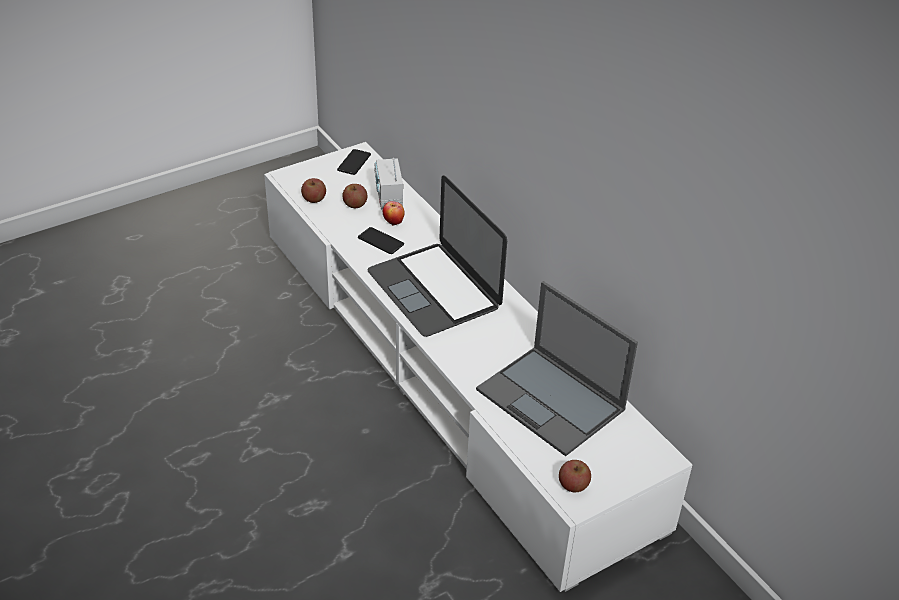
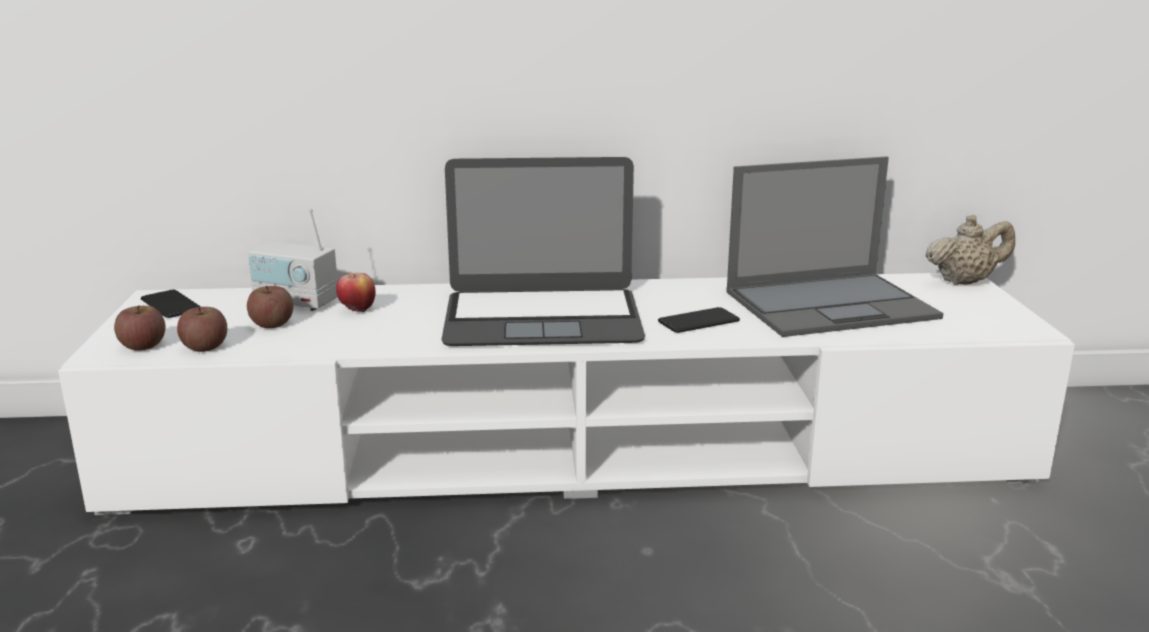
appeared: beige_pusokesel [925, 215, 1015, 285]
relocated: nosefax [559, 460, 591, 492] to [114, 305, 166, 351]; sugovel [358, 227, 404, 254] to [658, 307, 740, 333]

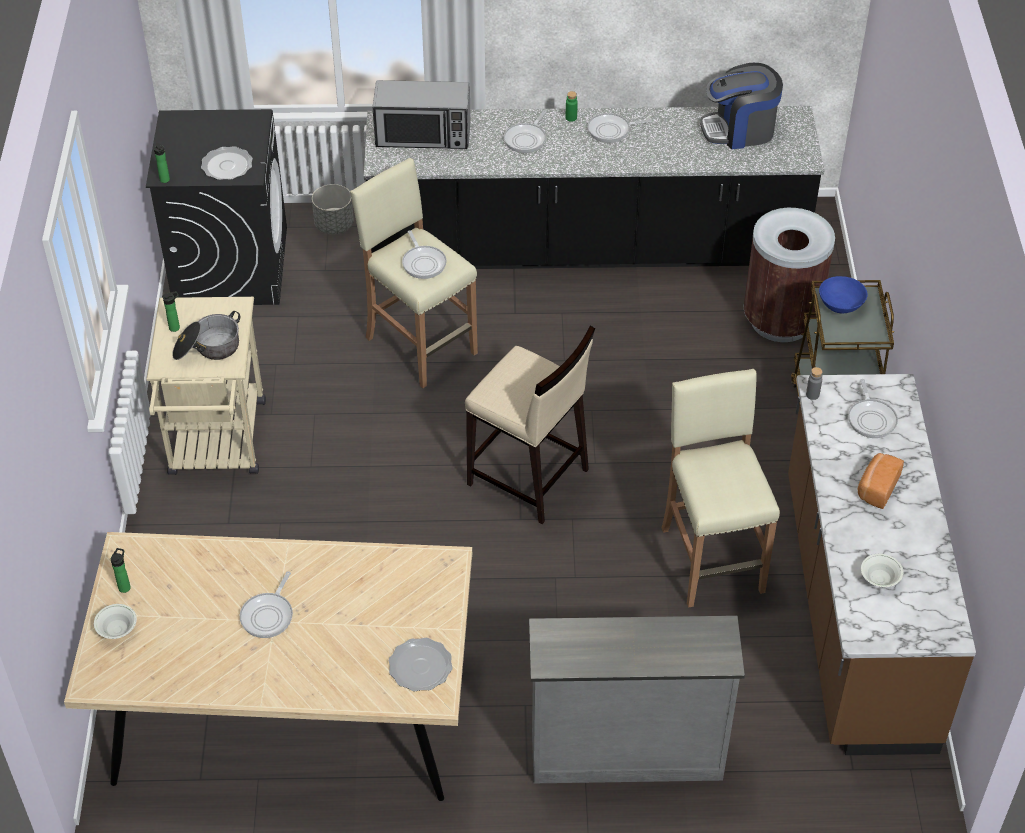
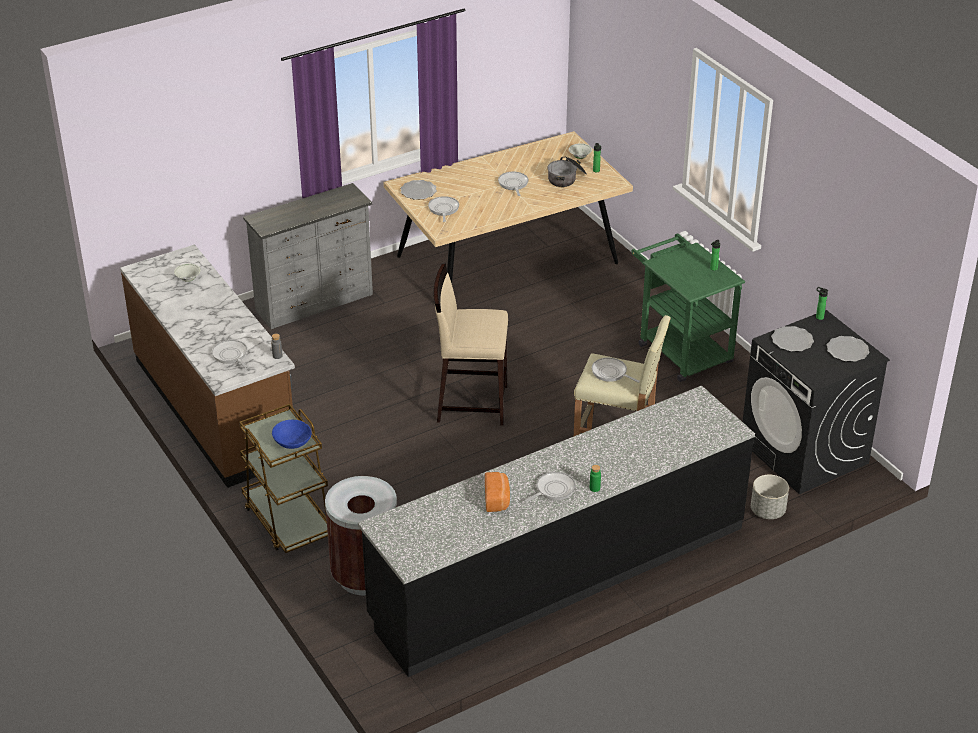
missing: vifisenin [372, 80, 471, 149]; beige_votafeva [662, 369, 780, 608]; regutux [700, 63, 783, 149]
appeared: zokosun [827, 336, 870, 362]
relocated: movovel [504, 111, 546, 153] to [428, 196, 459, 222]; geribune [857, 453, 904, 509] to [485, 472, 510, 512]; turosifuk [172, 311, 240, 360] to [548, 156, 587, 187]
colour: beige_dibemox [146, 297, 266, 475] to green_dibemox [631, 233, 745, 382]

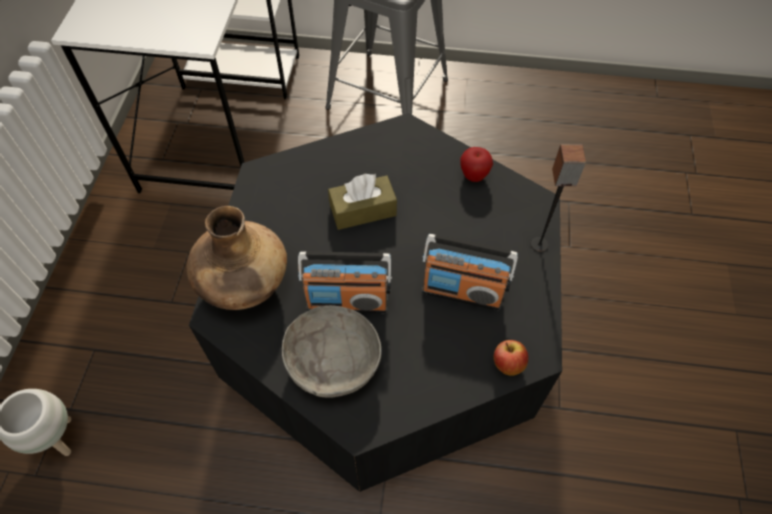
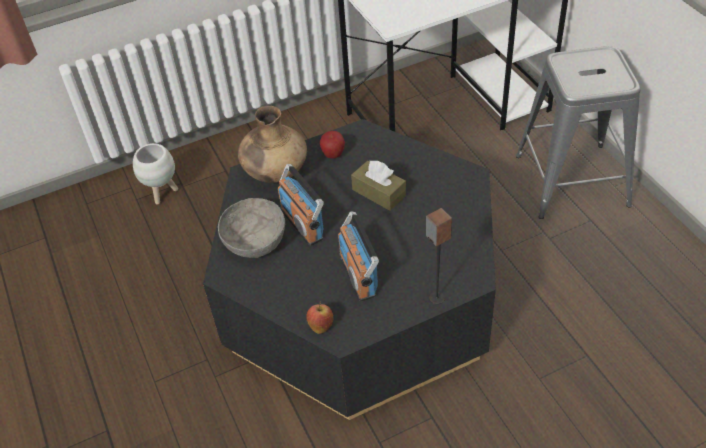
relocated: nosefax [460, 147, 493, 182] to [320, 131, 345, 159]

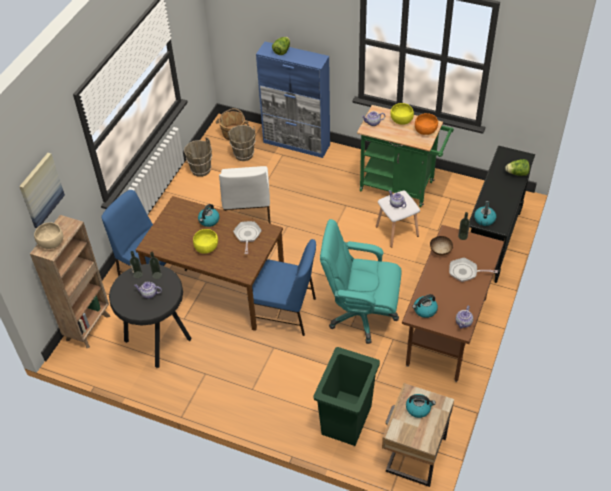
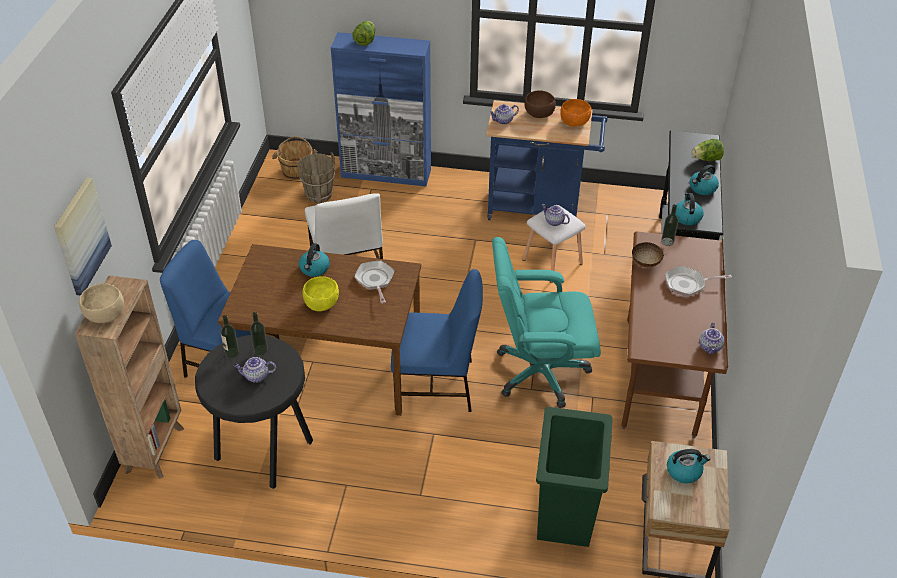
missing: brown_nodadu [184, 137, 212, 177]
relocated: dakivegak [412, 294, 438, 318] to [690, 165, 719, 195]
colour: green_dibemox [357, 105, 454, 207] to blue_dibemox [486, 100, 607, 220]; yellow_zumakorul [390, 103, 414, 125] to brown_zumakorul [524, 90, 556, 118]

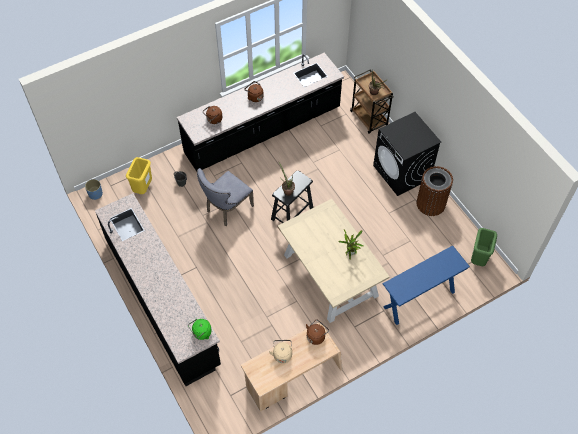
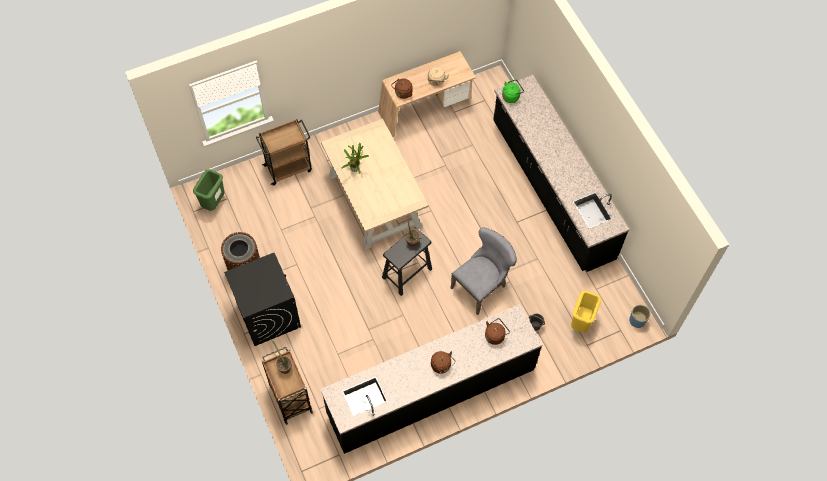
exchanged: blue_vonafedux [382, 245, 470, 325] to brown_dibemox [256, 119, 312, 186]

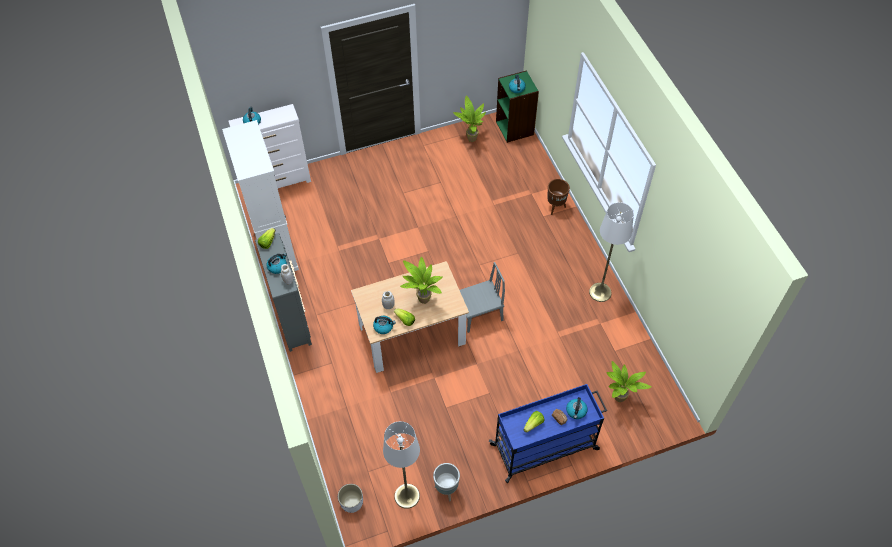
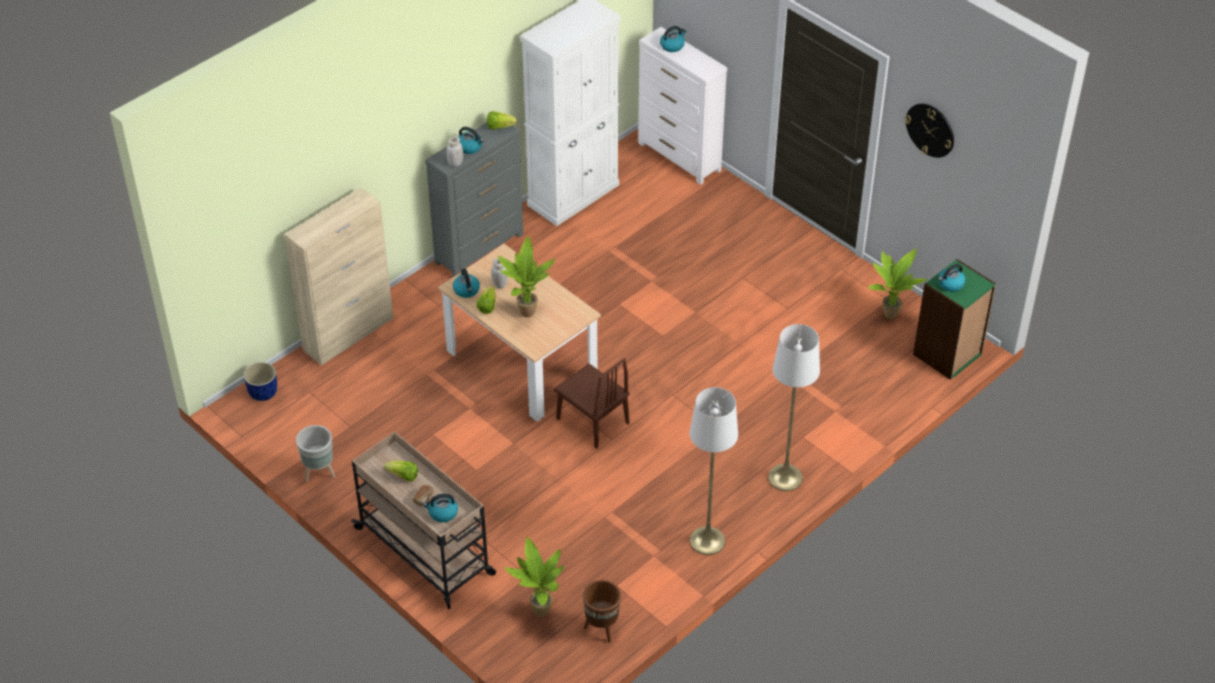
appeared: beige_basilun [284, 188, 393, 365]; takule [905, 103, 954, 158]
relocated: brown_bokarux [547, 179, 570, 215] to [583, 580, 621, 643]; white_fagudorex [383, 421, 420, 509] to [768, 324, 820, 491]
colour: white_bokarux [338, 484, 363, 513] to blue_bokarux [244, 362, 277, 401]; blue_dibemox [489, 384, 607, 483] to beige_dibemox [351, 431, 496, 609]; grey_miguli [460, 262, 505, 333] to brown_miguli [554, 358, 630, 449]

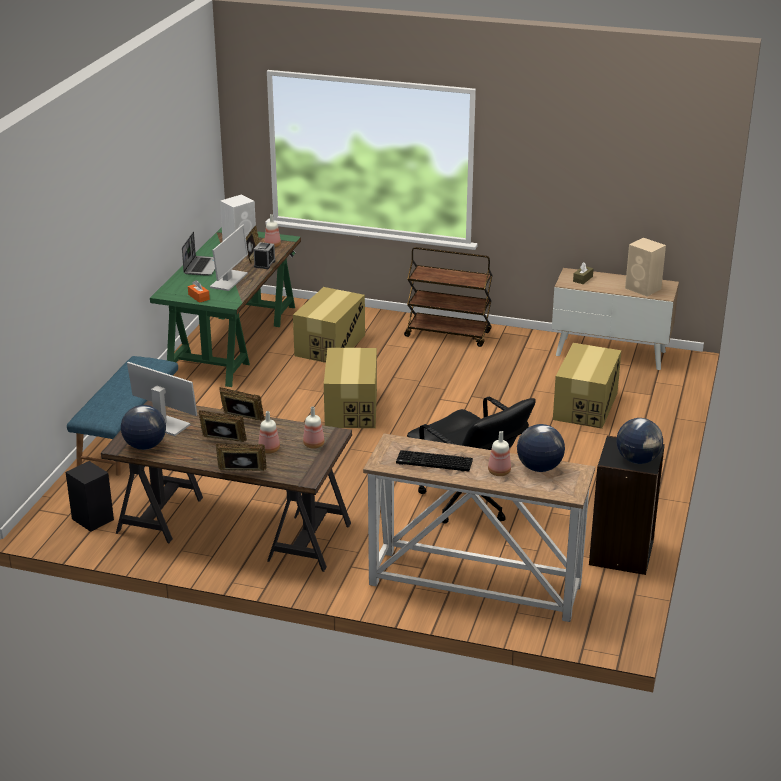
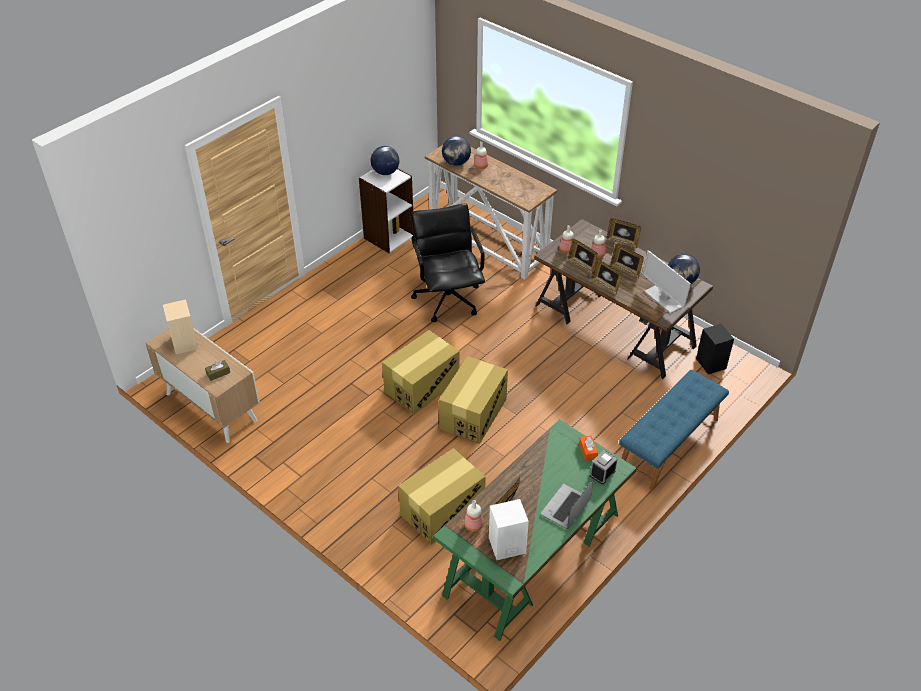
missing: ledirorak [210, 225, 248, 291]; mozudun [396, 450, 473, 471]; brown_dibemox [404, 247, 493, 347]
appeared: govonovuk [568, 239, 598, 274]
relocated: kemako [553, 343, 621, 429] to [382, 330, 460, 414]; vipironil [254, 242, 275, 269] to [590, 450, 617, 484]
colour: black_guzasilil [589, 435, 665, 575] to white_guzasilil [359, 168, 414, 253]

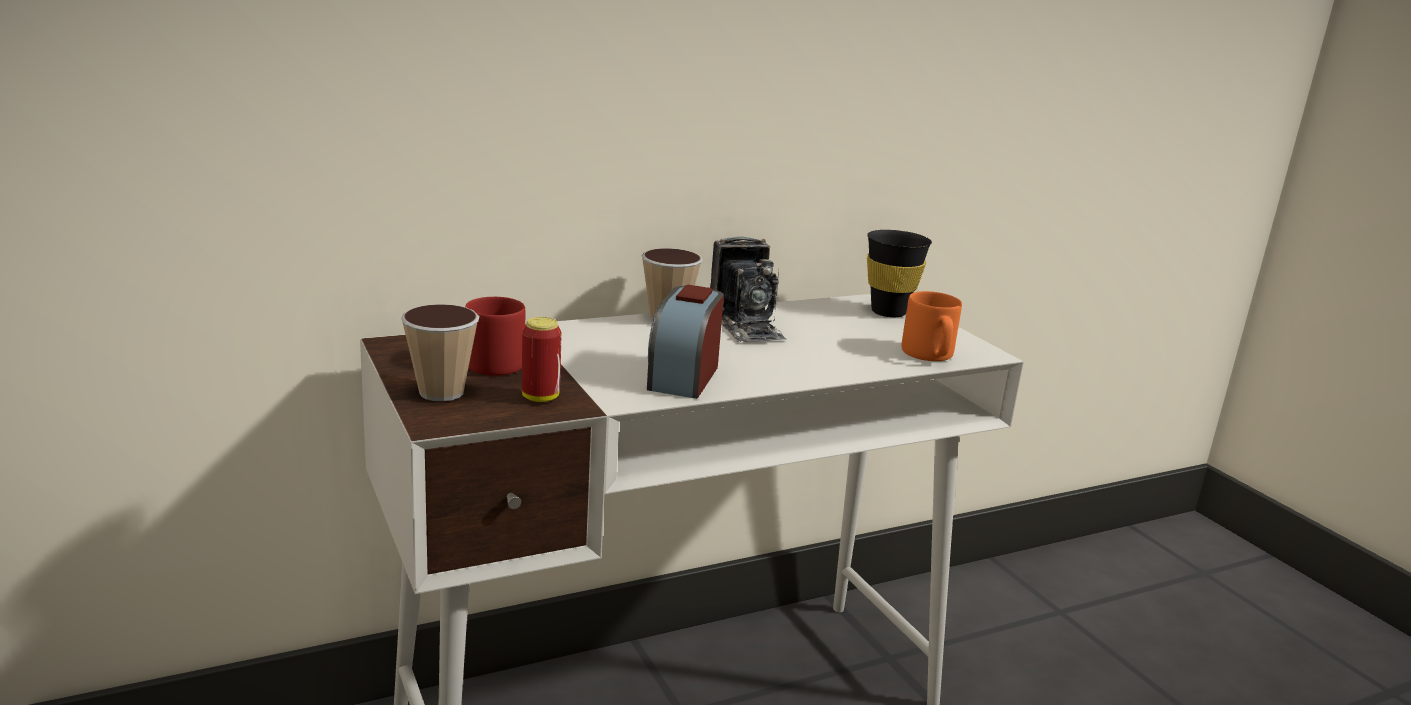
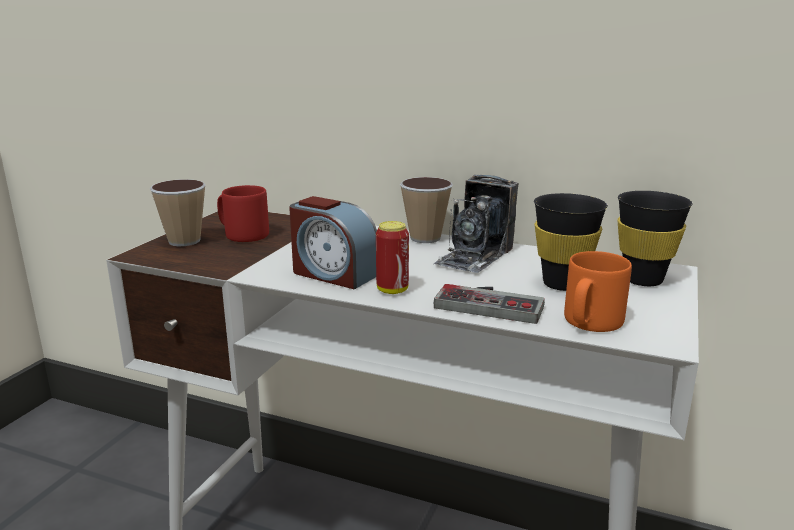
appeared: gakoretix [434, 284, 545, 324]; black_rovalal [534, 193, 608, 291]
relocated: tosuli [522, 317, 562, 402] to [376, 221, 409, 294]
spun: vipironil [647, 285, 724, 399] = [289, 196, 377, 289] 120 degrees counterclockwise

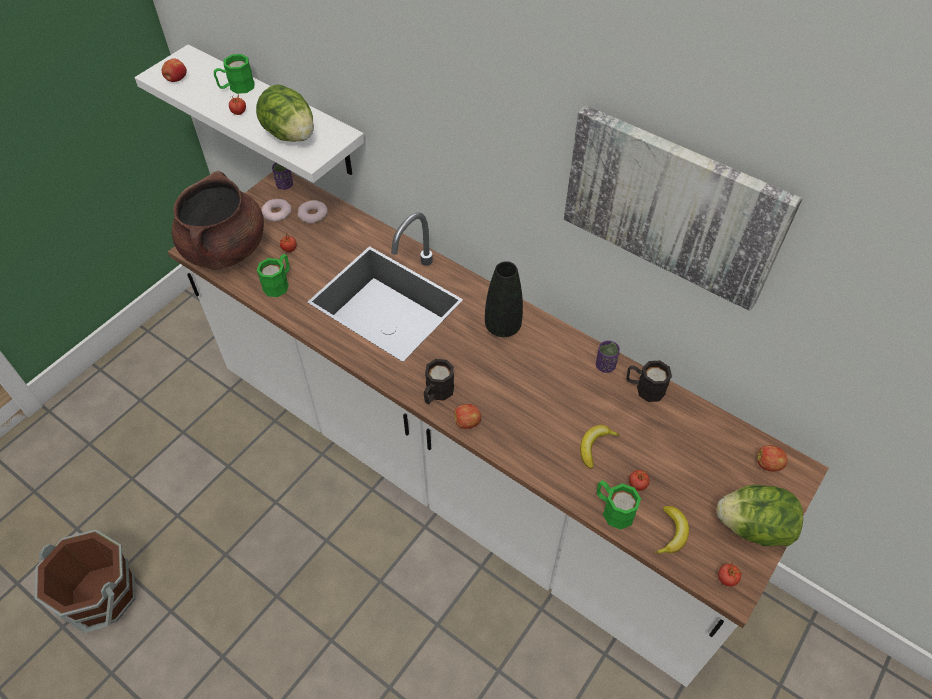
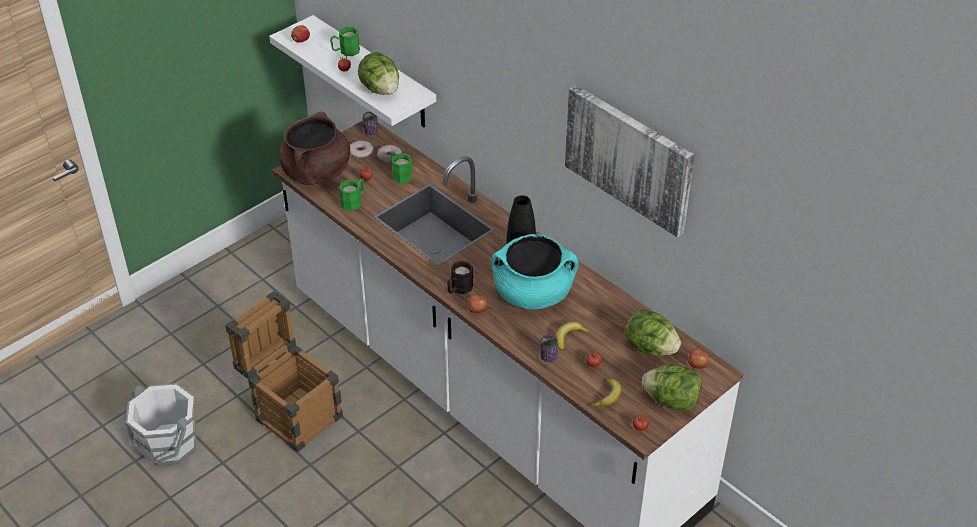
missing: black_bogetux [626, 361, 672, 402]
appeared: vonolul [225, 291, 343, 453]; turquoise_turosifuk [491, 234, 579, 309]; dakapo [625, 309, 681, 356]
relocated: green_bogetux [597, 480, 641, 530] to [391, 152, 412, 183]; purple_rovalal [596, 341, 620, 373] to [540, 335, 558, 362]
colour: brown_nodadu [35, 530, 136, 633] to white_nodadu [124, 383, 197, 465]

